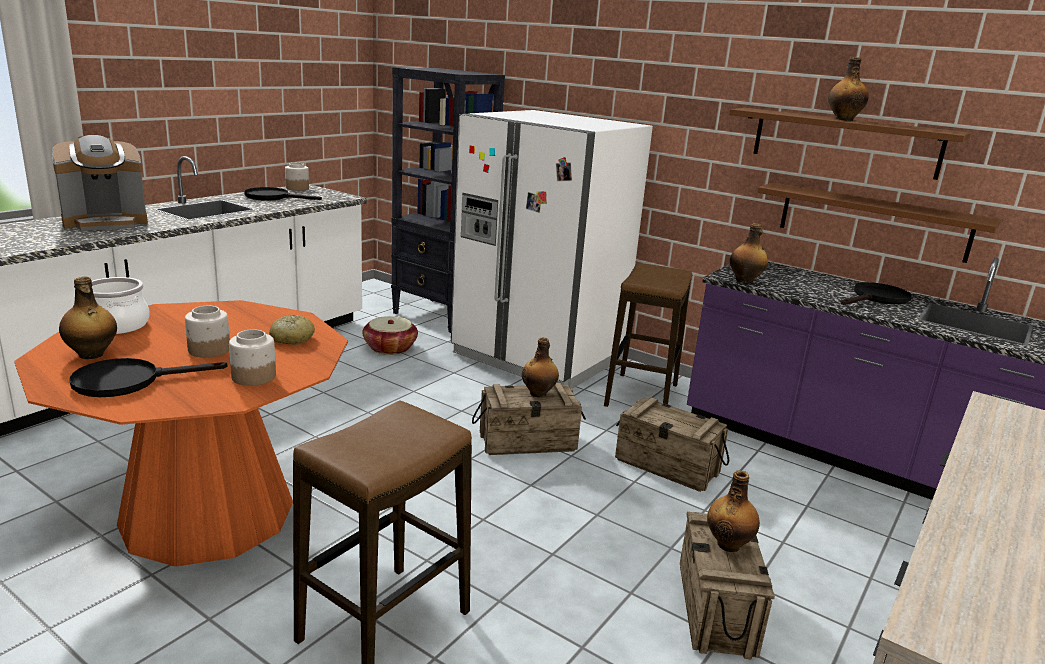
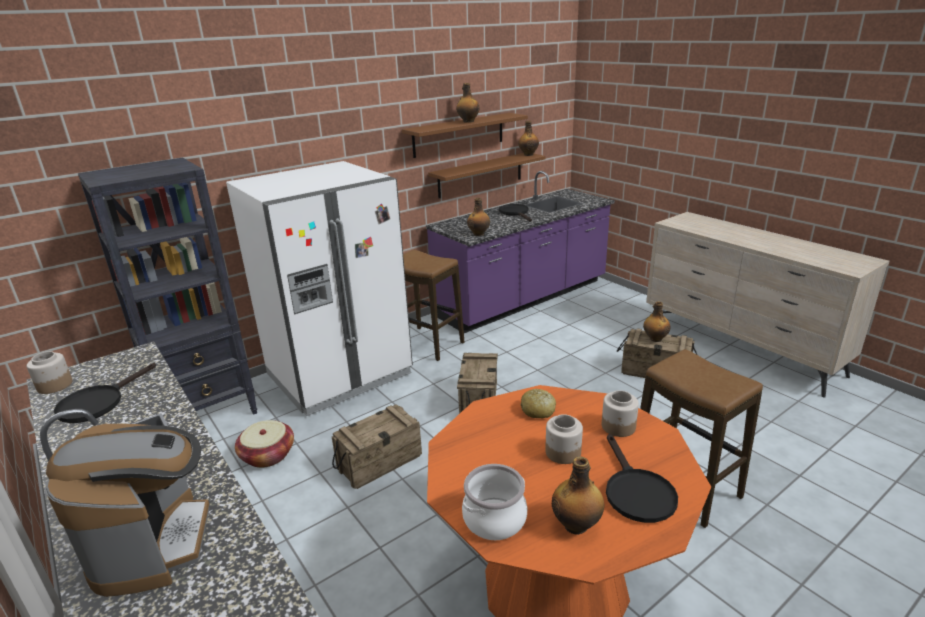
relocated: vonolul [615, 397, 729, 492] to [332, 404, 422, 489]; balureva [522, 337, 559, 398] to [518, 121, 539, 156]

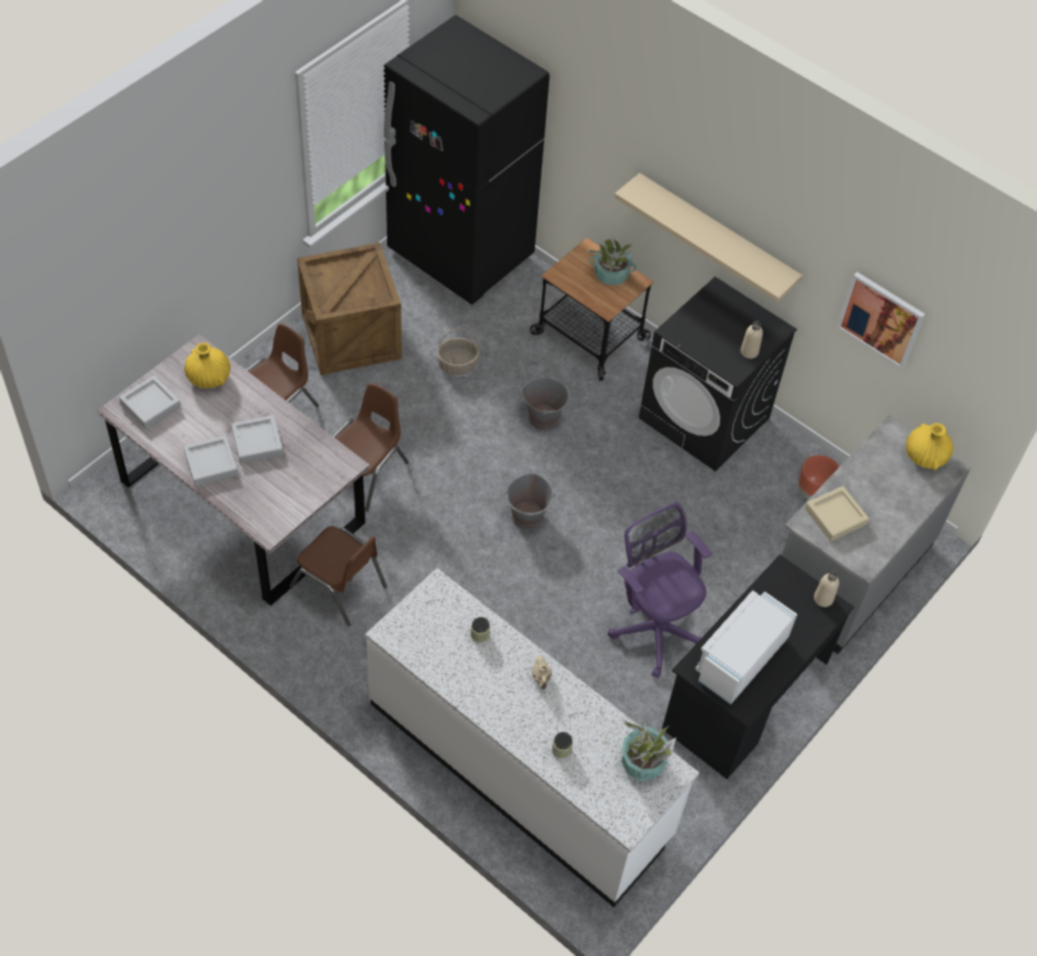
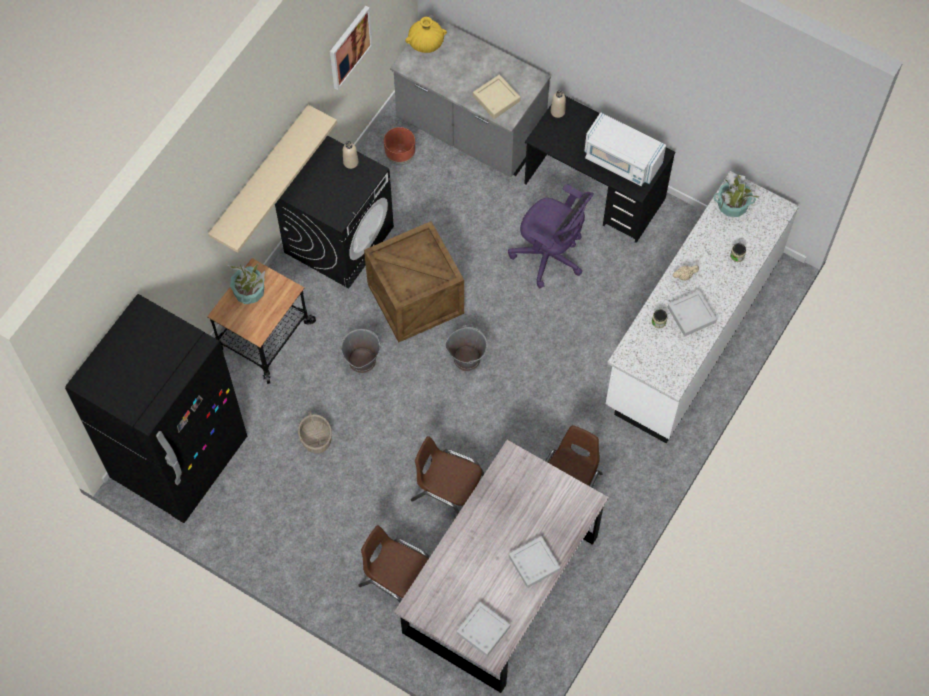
missing: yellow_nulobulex [184, 342, 230, 388]
relocated: vonolul [297, 242, 402, 375] to [364, 221, 464, 342]; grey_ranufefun [231, 415, 283, 463] to [668, 290, 717, 336]
spun: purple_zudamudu [608, 503, 712, 678] = [508, 184, 594, 288] 105 degrees counterclockwise

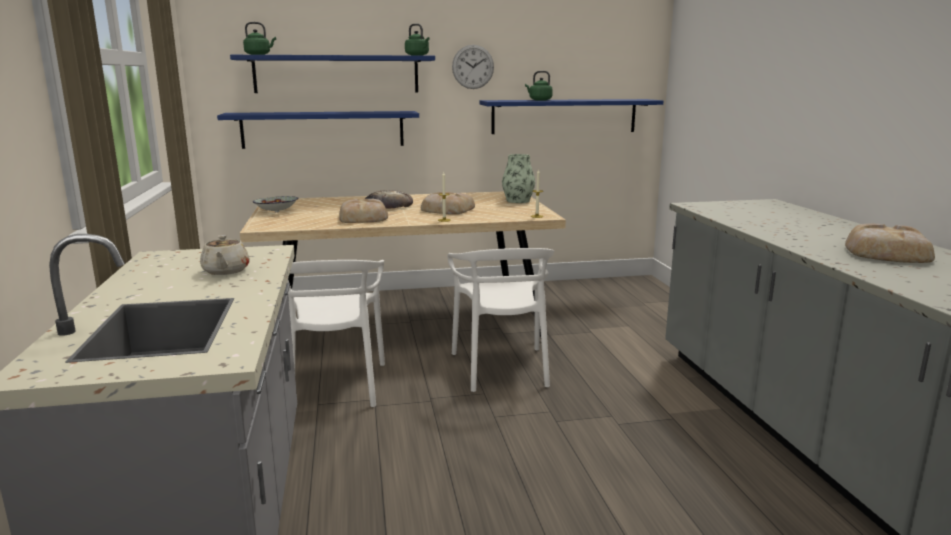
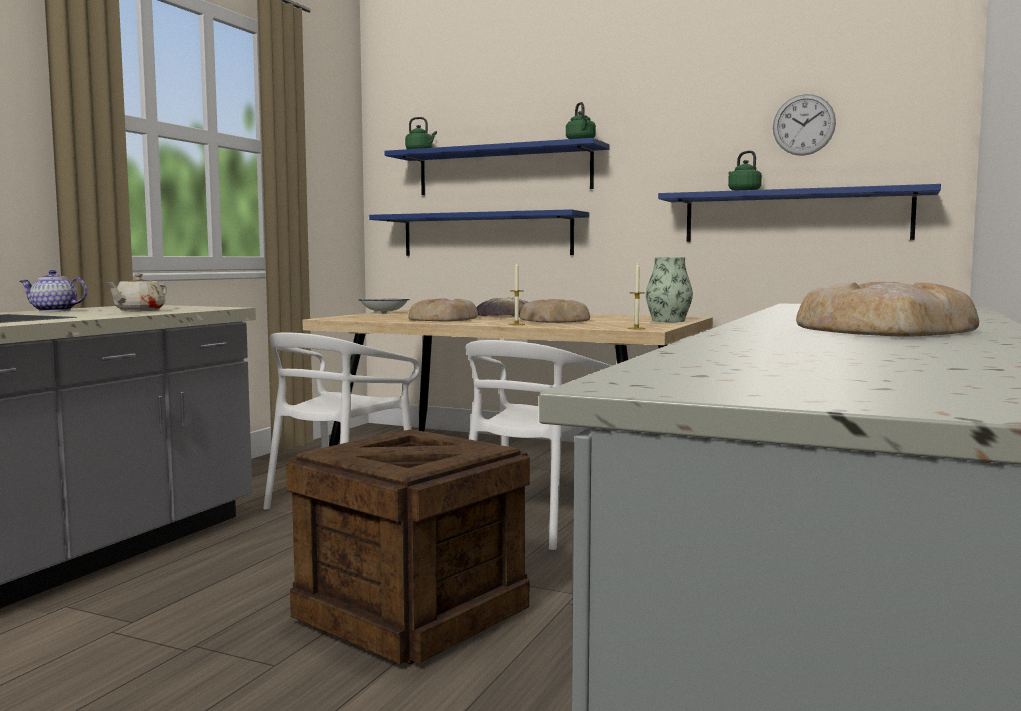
appeared: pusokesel [20, 270, 88, 312]; vonolul [286, 429, 530, 665]
relocated: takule [452, 45, 494, 89] to [773, 94, 836, 156]

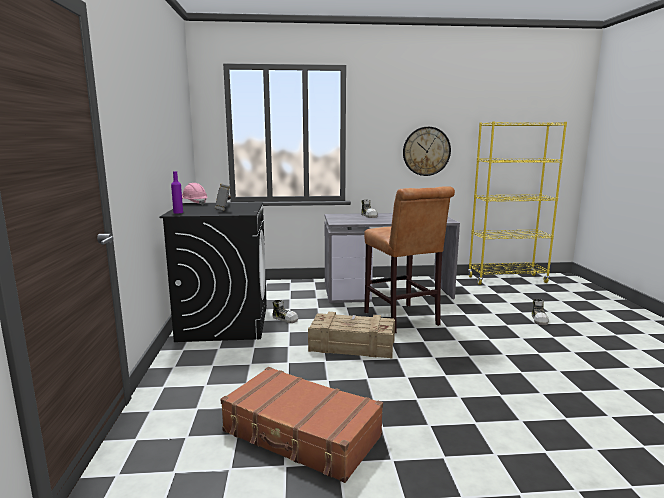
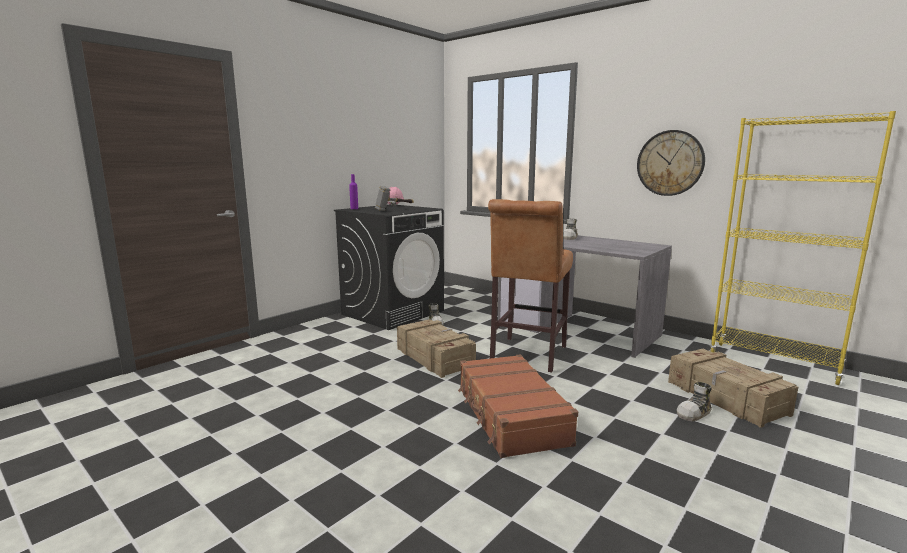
appeared: vonolul [668, 349, 798, 428]
relocated: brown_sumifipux [220, 367, 383, 483] to [458, 354, 578, 458]

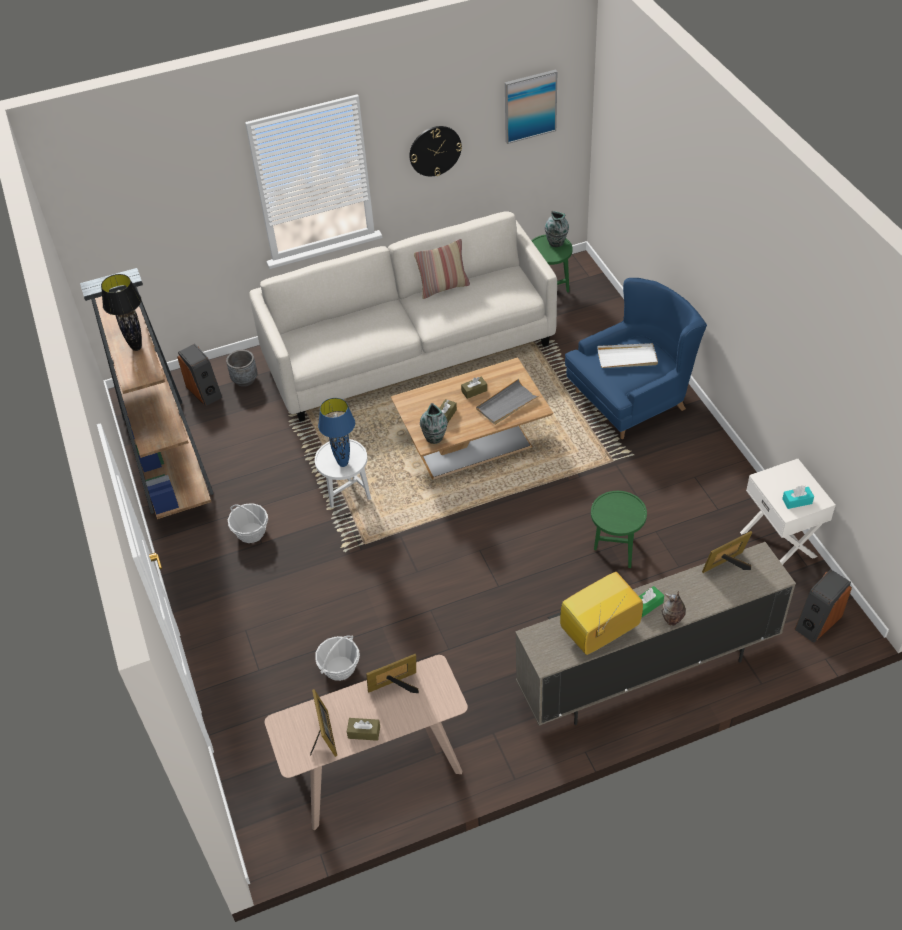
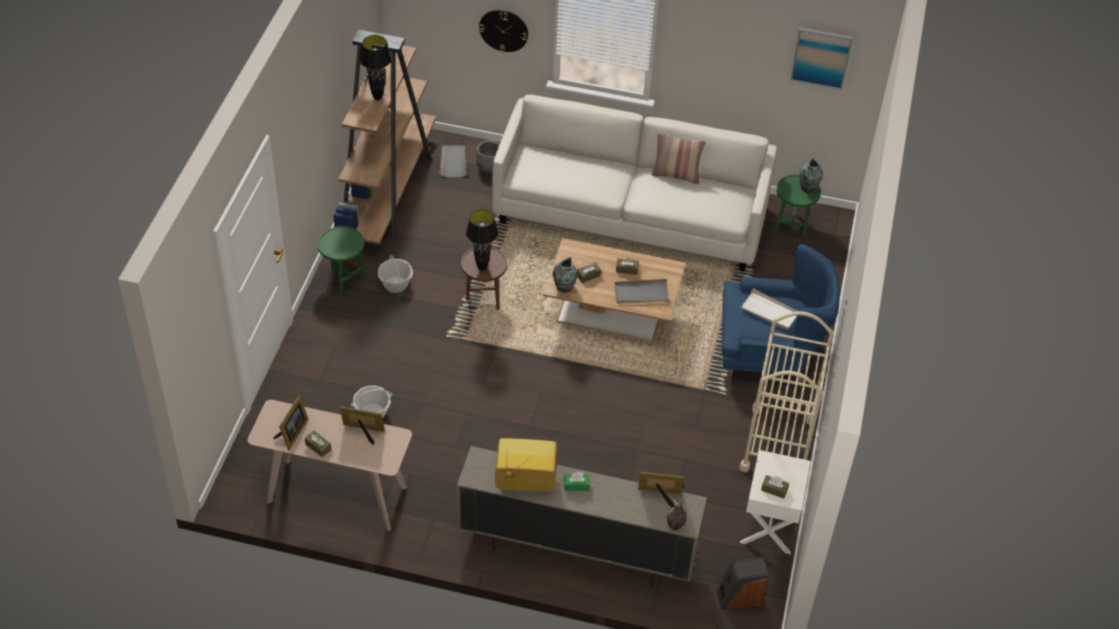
appeared: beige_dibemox [739, 311, 834, 472]
relocated: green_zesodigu [591, 491, 647, 568] to [318, 226, 366, 295]; takule [409, 126, 462, 176] to [479, 10, 528, 52]; nulobulex [662, 591, 686, 626] to [667, 499, 687, 531]
exchanged: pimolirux [177, 344, 222, 406] to grey_ranufefun [440, 142, 467, 178]
colour: white_zesodigu [315, 439, 371, 508] to brown_zesodigu [461, 247, 508, 310]; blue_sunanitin [318, 398, 355, 467] to black_sunanitin [466, 209, 498, 271]; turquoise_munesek [782, 486, 814, 509] to brown_munesek [761, 475, 789, 499]

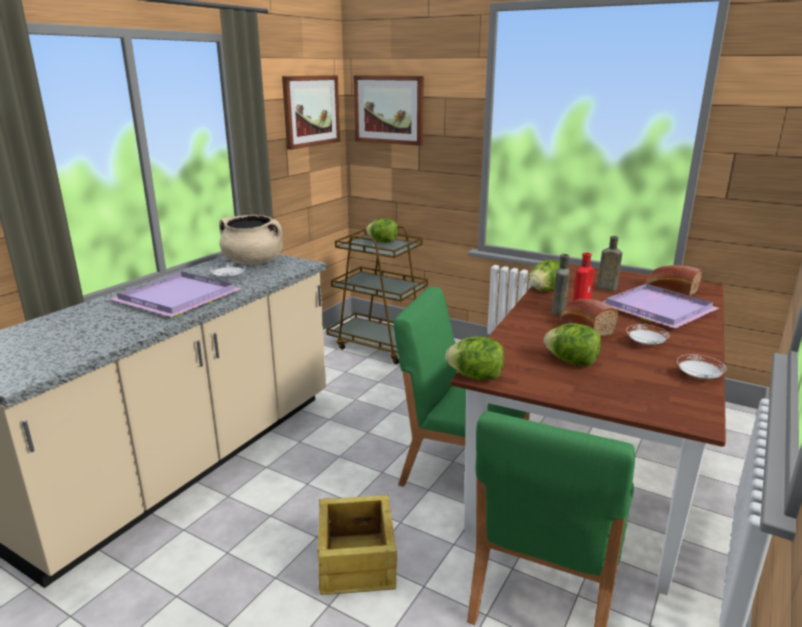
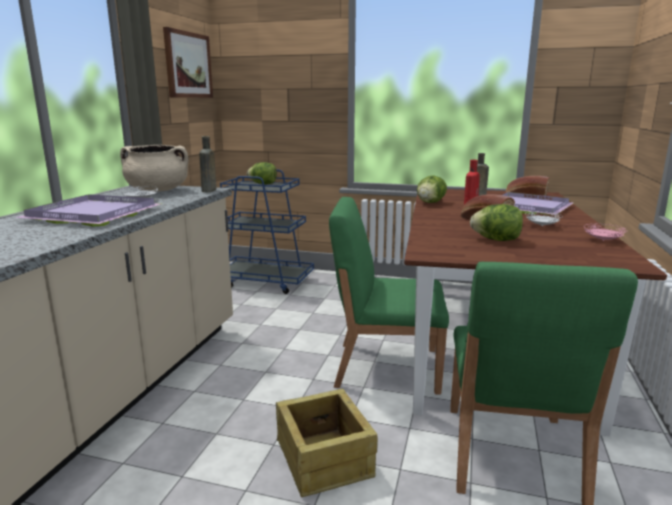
missing: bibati [354, 75, 424, 146]; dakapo [446, 337, 504, 380]
relocated: brown_balureva [552, 254, 570, 316] to [199, 136, 216, 192]
colour: brown_dibemox [326, 226, 428, 364] to blue_dibemox [220, 170, 314, 294]; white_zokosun [677, 354, 726, 379] to pink_zokosun [584, 224, 627, 241]

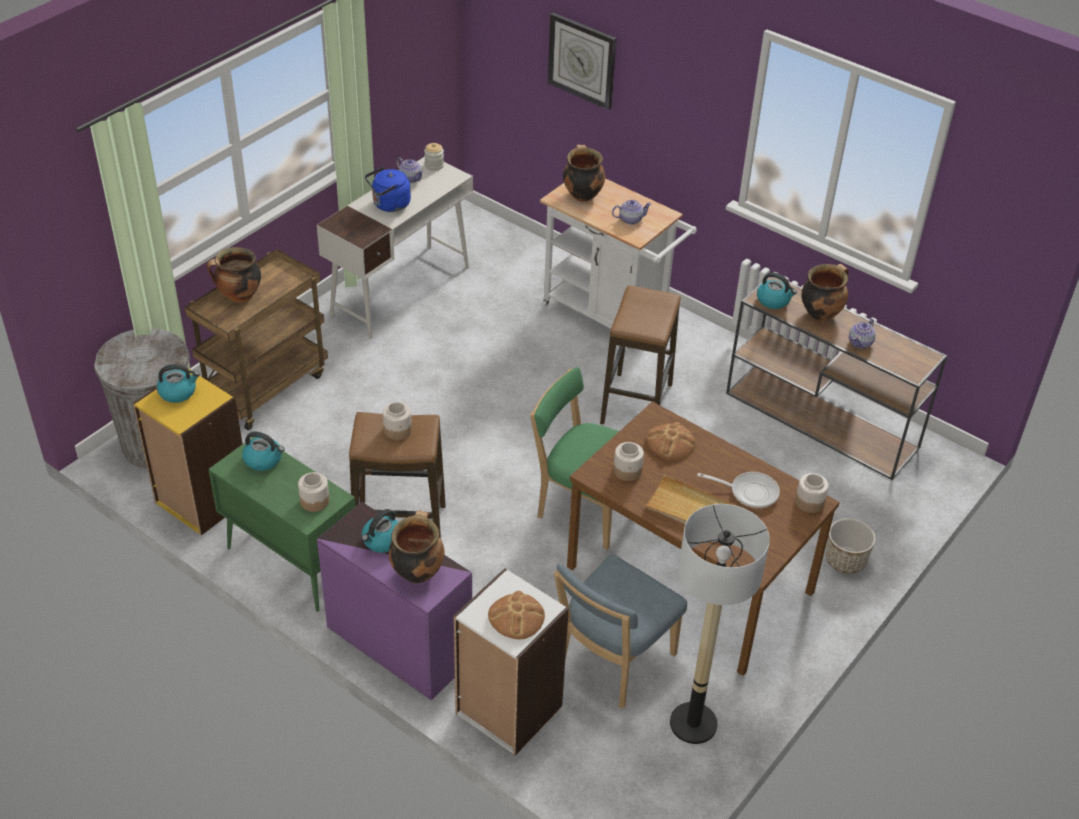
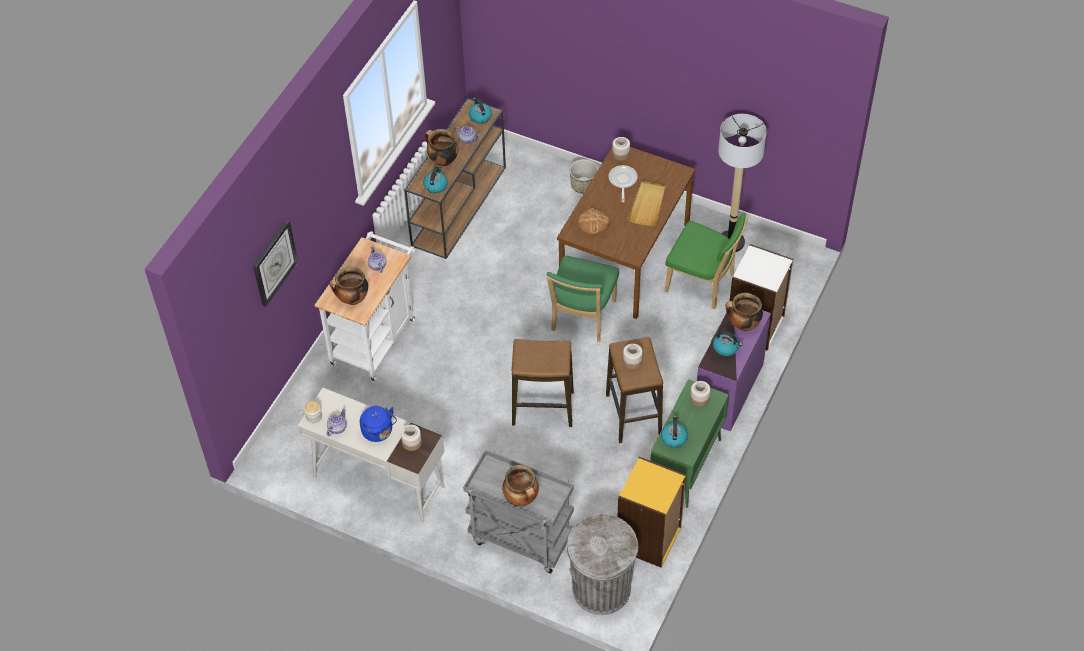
missing: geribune [488, 591, 545, 640]
relocated: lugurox [613, 442, 644, 481] to [401, 425, 422, 451]; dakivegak [157, 364, 200, 403] to [469, 98, 492, 124]; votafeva [600, 285, 681, 425] to [512, 339, 574, 427]
colour: brown_dibemox [185, 249, 328, 430] to grey_dibemox [463, 449, 574, 574]; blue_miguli [554, 555, 687, 708] to green_miguli [665, 213, 748, 309]

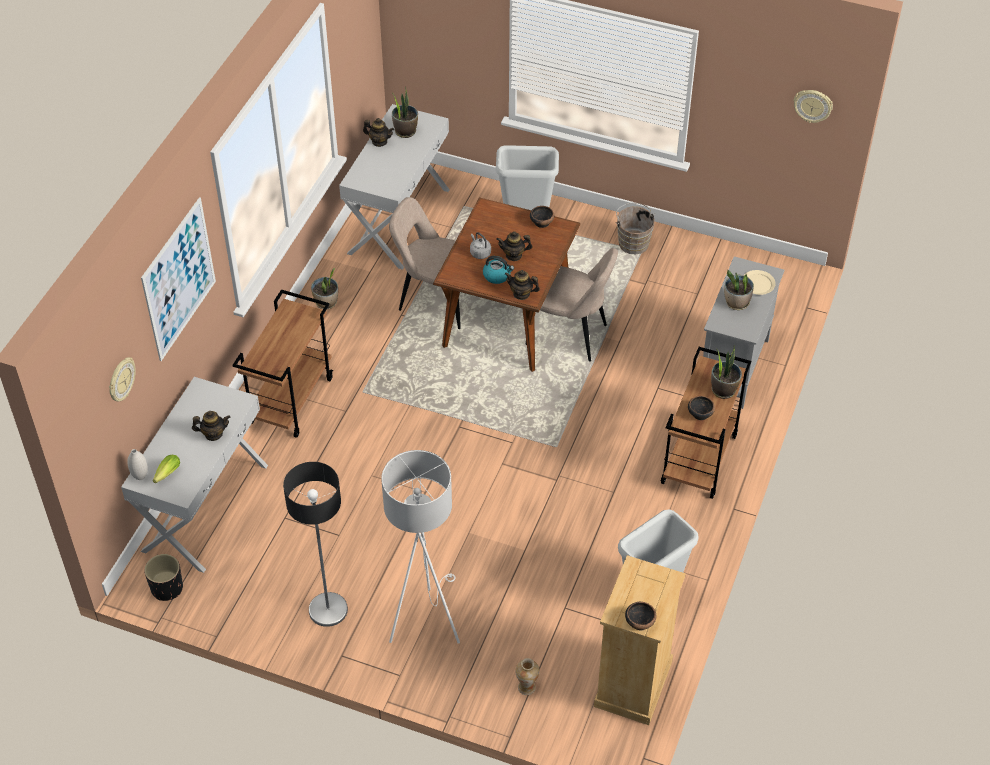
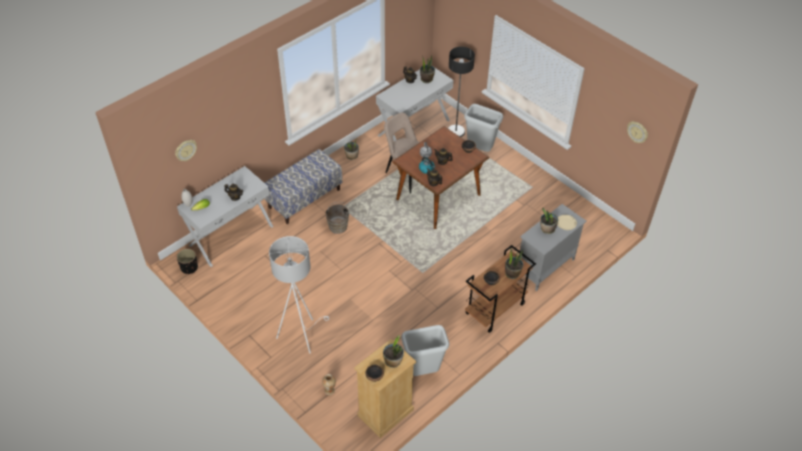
missing: bibati [141, 197, 216, 361]; beige_miguli [526, 248, 618, 362]
appeared: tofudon [383, 334, 404, 368]
relocated: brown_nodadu [616, 203, 655, 254] to [325, 202, 351, 234]; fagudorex [283, 462, 348, 627] to [448, 47, 475, 137]
exchanged: brown_dibemox [233, 290, 333, 438] to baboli [265, 149, 342, 224]

